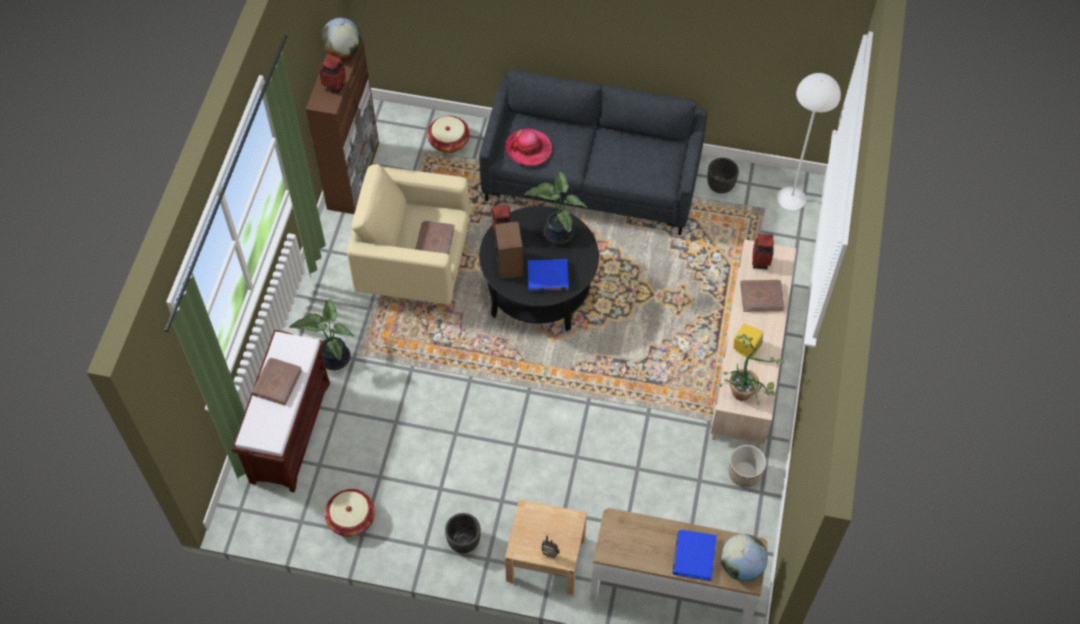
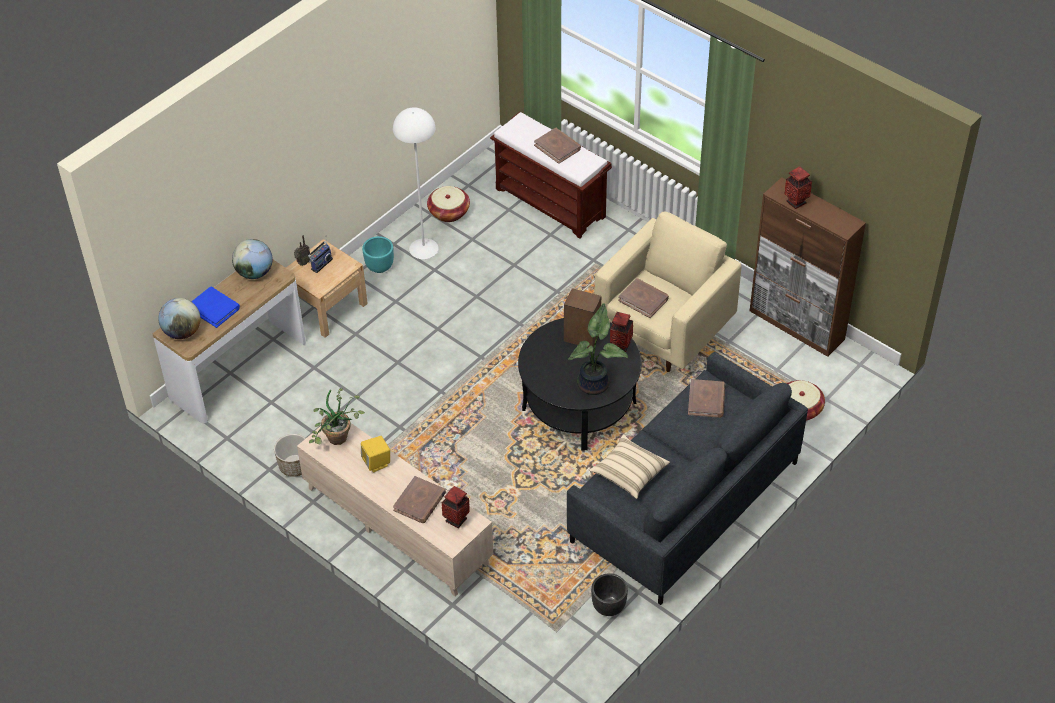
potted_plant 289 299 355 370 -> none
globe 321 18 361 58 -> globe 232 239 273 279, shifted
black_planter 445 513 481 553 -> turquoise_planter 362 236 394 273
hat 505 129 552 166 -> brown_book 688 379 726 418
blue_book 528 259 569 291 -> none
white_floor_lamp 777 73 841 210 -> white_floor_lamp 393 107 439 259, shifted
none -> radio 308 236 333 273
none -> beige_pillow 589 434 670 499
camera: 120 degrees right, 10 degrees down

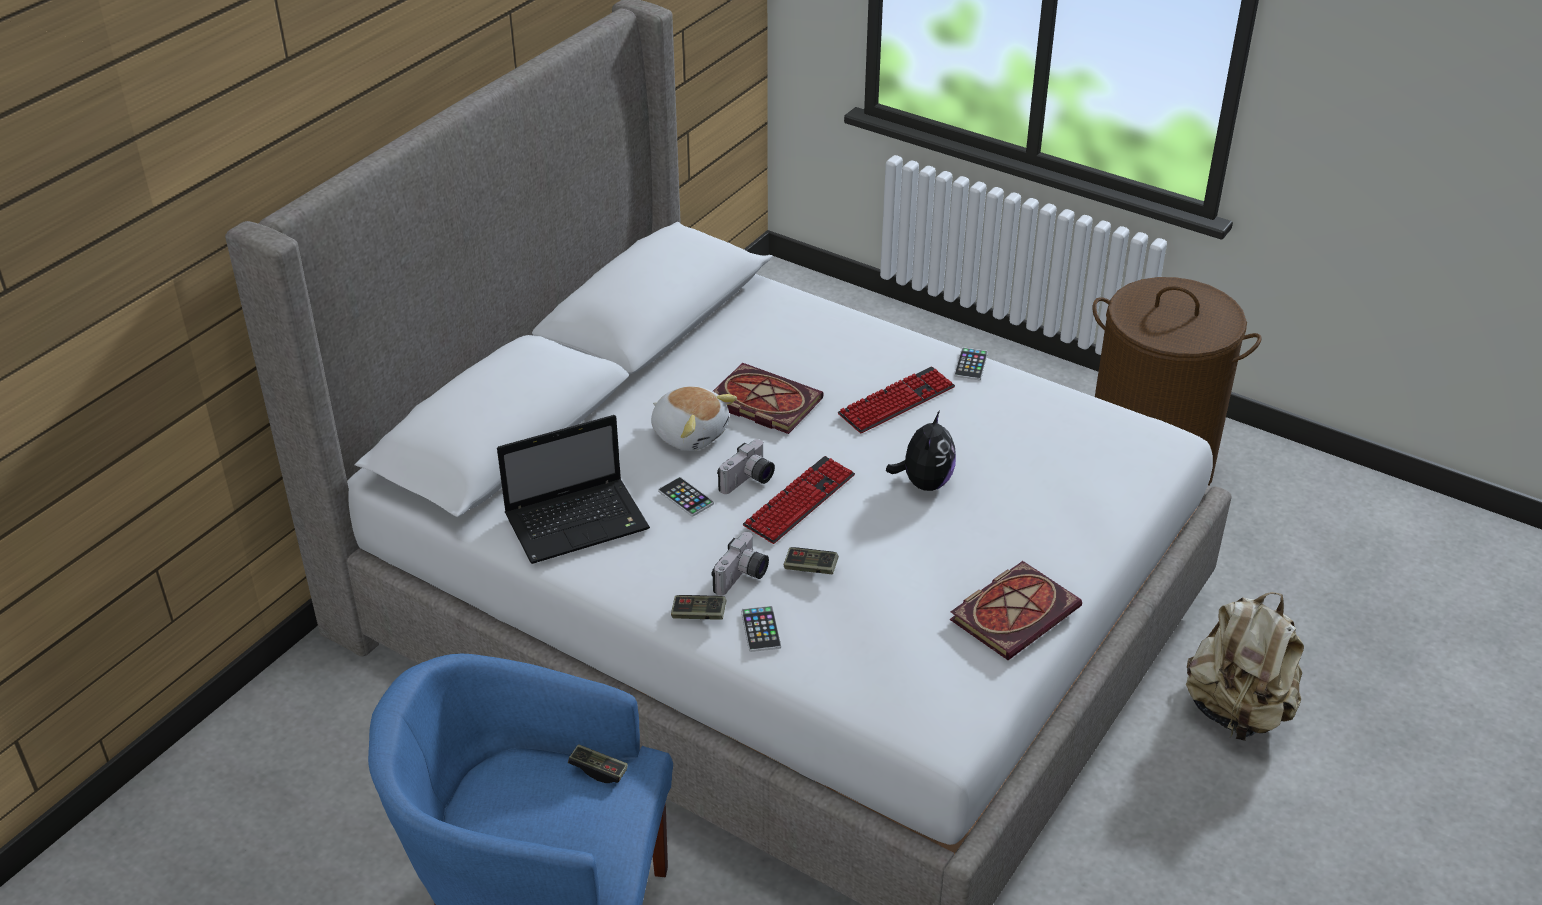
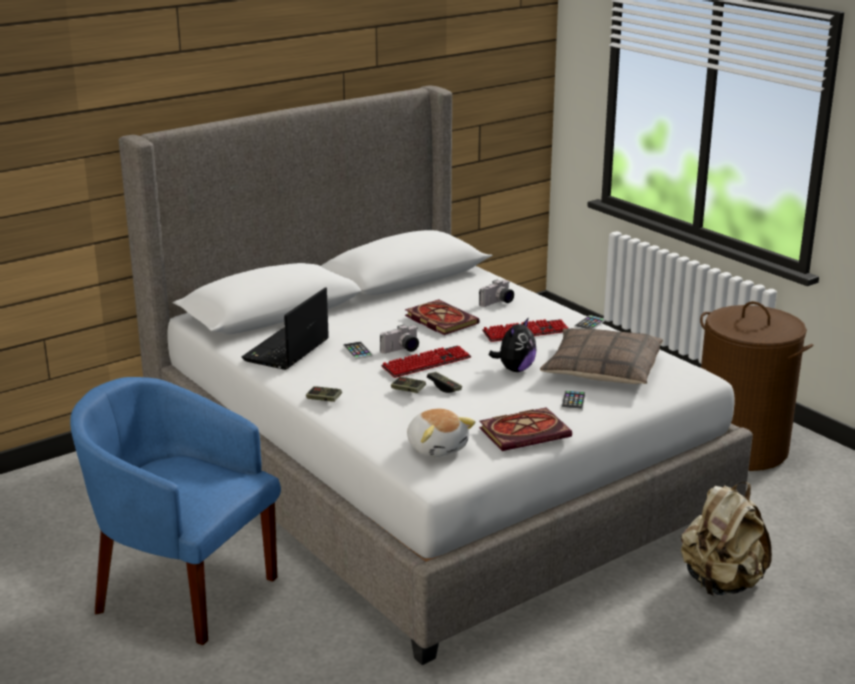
laptop 497 415 650 564 -> laptop 241 287 329 370, 120 degrees clockwise
game_controller 568 744 628 783 -> game_controller 427 372 462 393, shifted
plush_toy 651 386 737 451 -> plush_toy 407 408 475 457, shifted
photo_camera 711 532 769 596 -> photo_camera 479 280 514 307, shifted
phone 741 606 781 652 -> phone 561 390 586 411, shifted
none -> pillow 540 328 663 384
camera: 20 degrees right, 15 degrees down

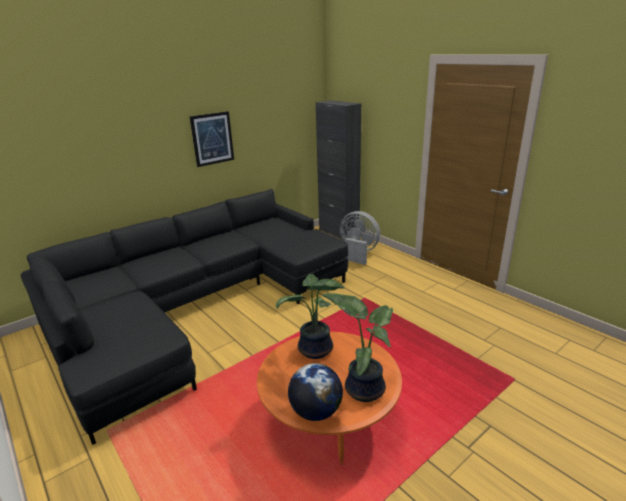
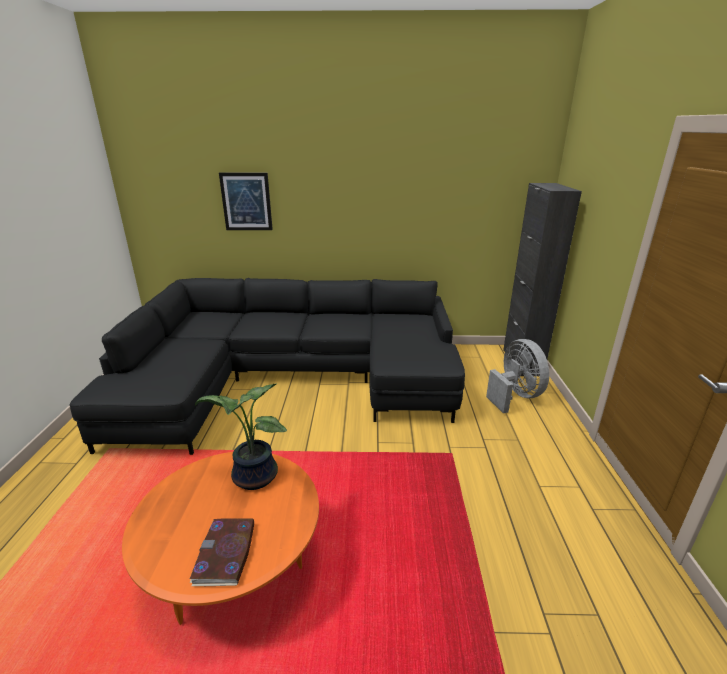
picture 189 111 234 167 -> picture 219 172 273 230, shifted
globe 288 363 343 421 -> none
potted_plant 322 293 393 402 -> book 190 518 254 586
camera: 40 degrees right, 0 degrees up

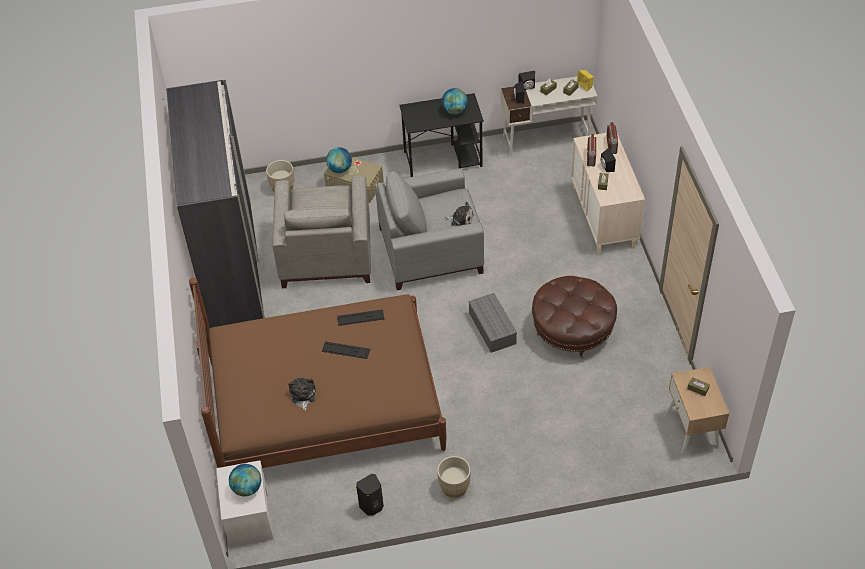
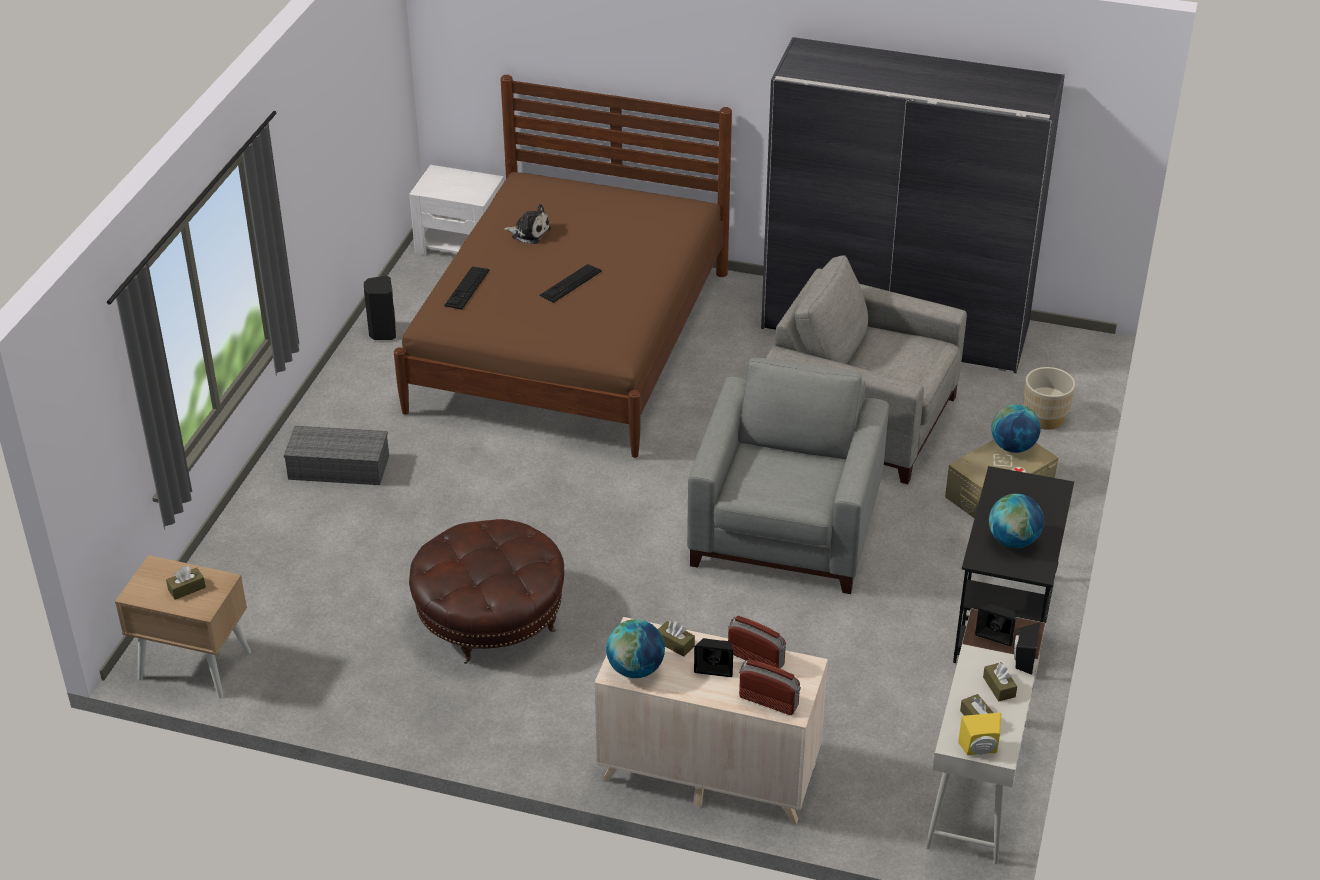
globe 229 464 261 497 -> globe 606 619 665 678, shifted
keyboard 337 309 384 326 -> keyboard 444 267 490 310, shifted
beige_planter 437 456 470 498 -> none
plush_toy 444 202 474 226 -> none
grey_storage_box 468 293 517 353 -> grey_storage_box 284 426 389 485, shifted
camera: 115 degrees right, 10 degrees down

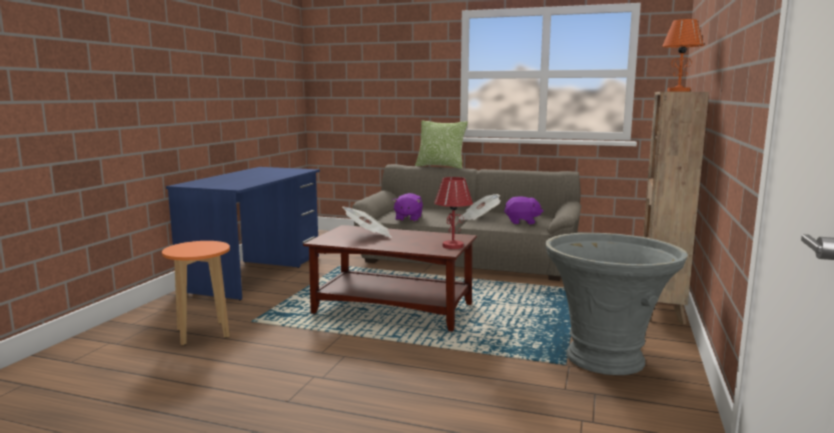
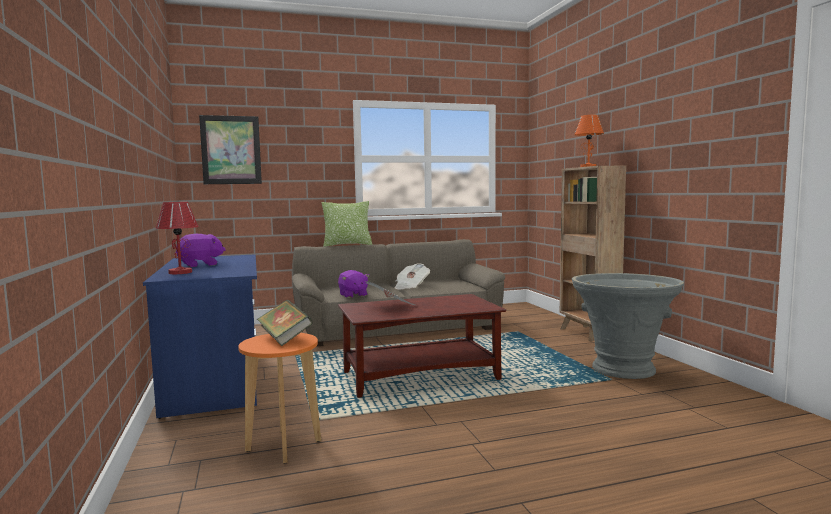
red_table_lamp 434 177 473 249 -> red_table_lamp 156 202 199 274, shifted
purple_plush_toy 504 196 543 224 -> purple_plush_toy 176 234 226 267, shifted
none -> picture 199 115 262 184
none -> book 257 300 313 346
camera: 35 degrees left, 5 degrees down

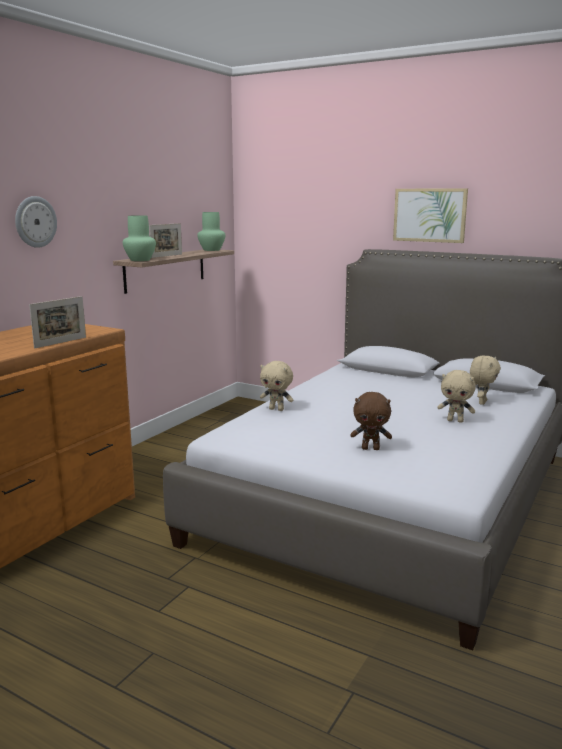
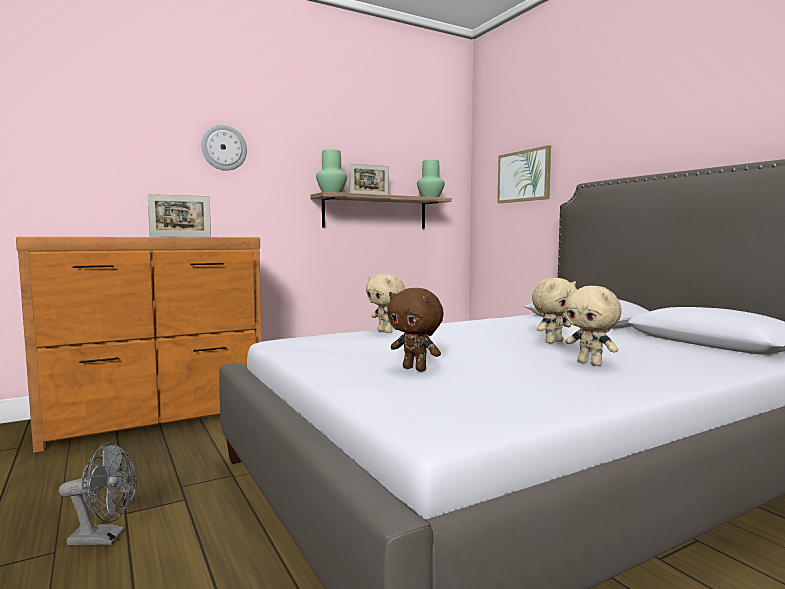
picture 393 189 468 243 -> picture 497 145 551 203, shifted
beige_plush_toy 470 355 501 405 -> beige_plush_toy 532 278 577 343, shifted
none -> grey_fan 59 442 137 545
camera: 30 degrees right, 10 degrees down

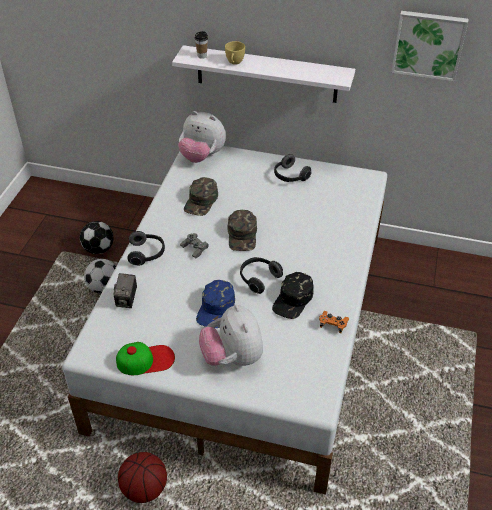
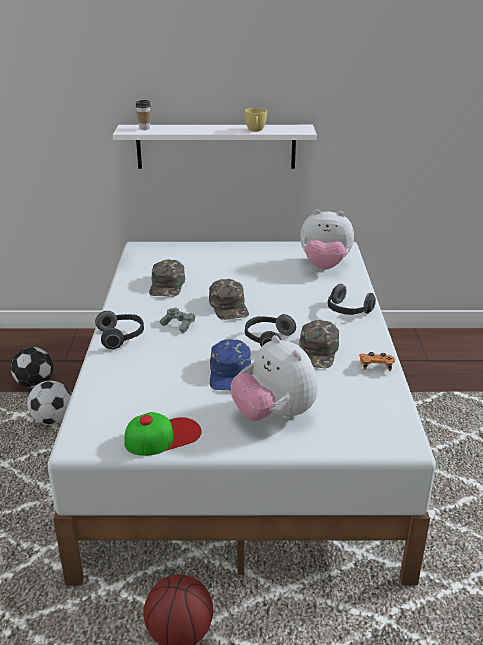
photo_camera 113 273 137 308 -> none
plush_toy 178 111 226 163 -> plush_toy 300 210 354 270, shifted
yellow_cup 225 41 245 65 -> yellow_cup 244 108 267 131, shifted
black_cap 272 272 314 319 -> green_cap 299 320 339 368
headphones 274 154 311 182 -> headphones 328 284 376 315, shifted
picture 391 11 468 81 -> none
camera: 15 degrees left, 15 degrees down

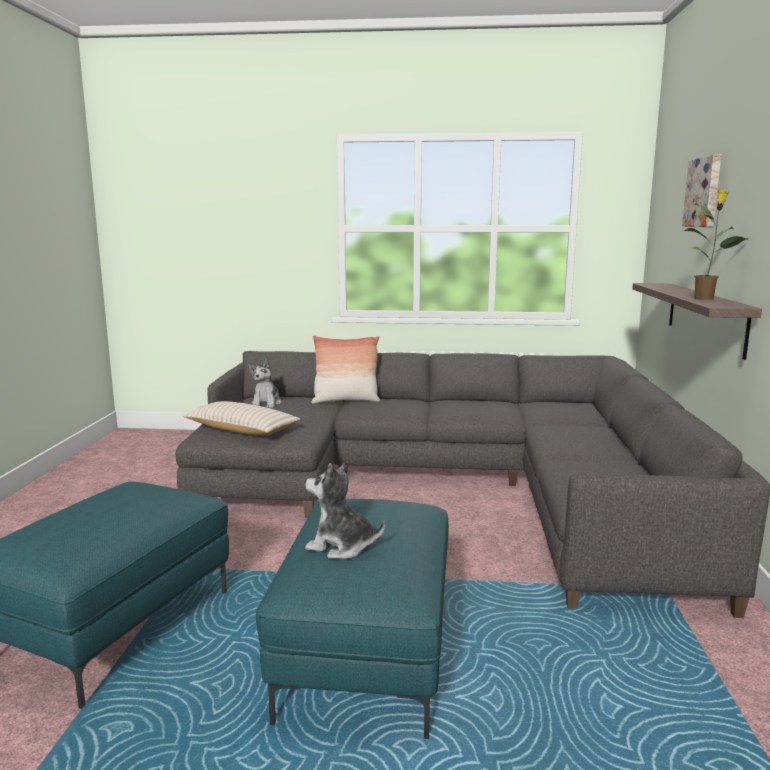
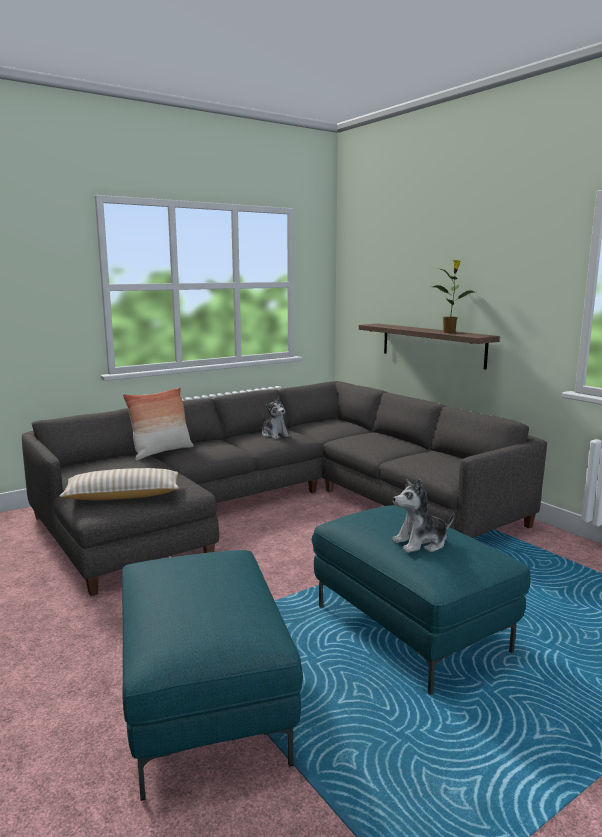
plush_toy 248 359 281 408 -> plush_toy 262 396 290 439, shifted
picture 682 154 721 227 -> none
camera: 40 degrees left, 0 degrees up

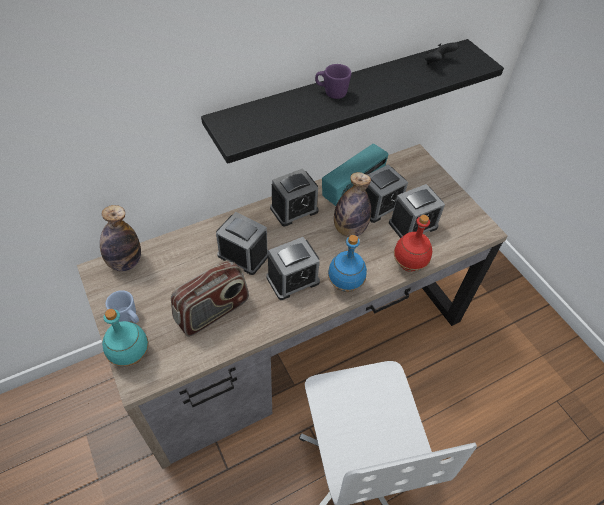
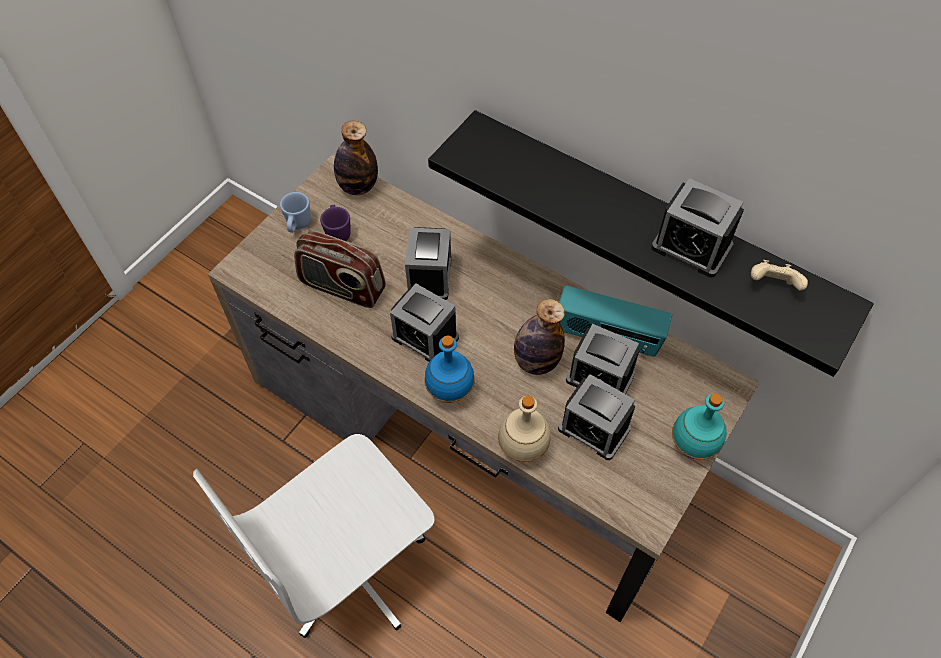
turquoise_bottle 102 309 149 367 -> turquoise_bottle 672 393 727 460, shifted
alarm_clock 270 168 318 227 -> alarm_clock 651 178 744 278, shifted
purple_mug 315 64 351 99 -> purple_mug 320 205 351 241, shifted
red_bottle 394 215 432 272 -> beige_bottle 498 396 551 462
black_game_controller 425 42 459 64 -> beige_game_controller 751 260 808 290
camera: 65 degrees right, 5 degrees up

